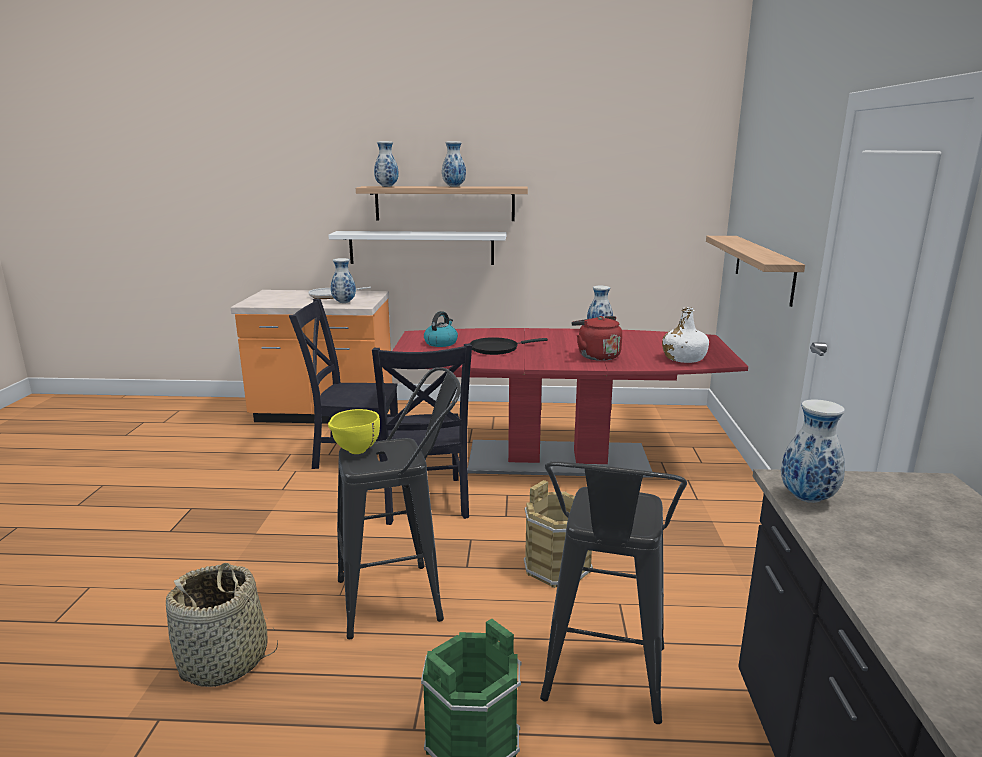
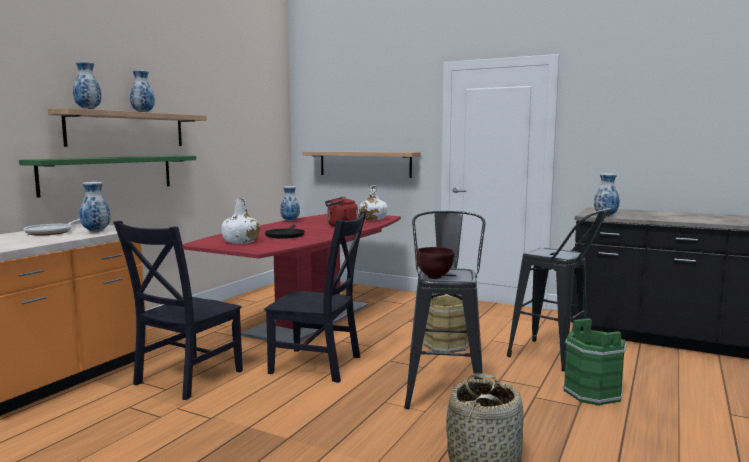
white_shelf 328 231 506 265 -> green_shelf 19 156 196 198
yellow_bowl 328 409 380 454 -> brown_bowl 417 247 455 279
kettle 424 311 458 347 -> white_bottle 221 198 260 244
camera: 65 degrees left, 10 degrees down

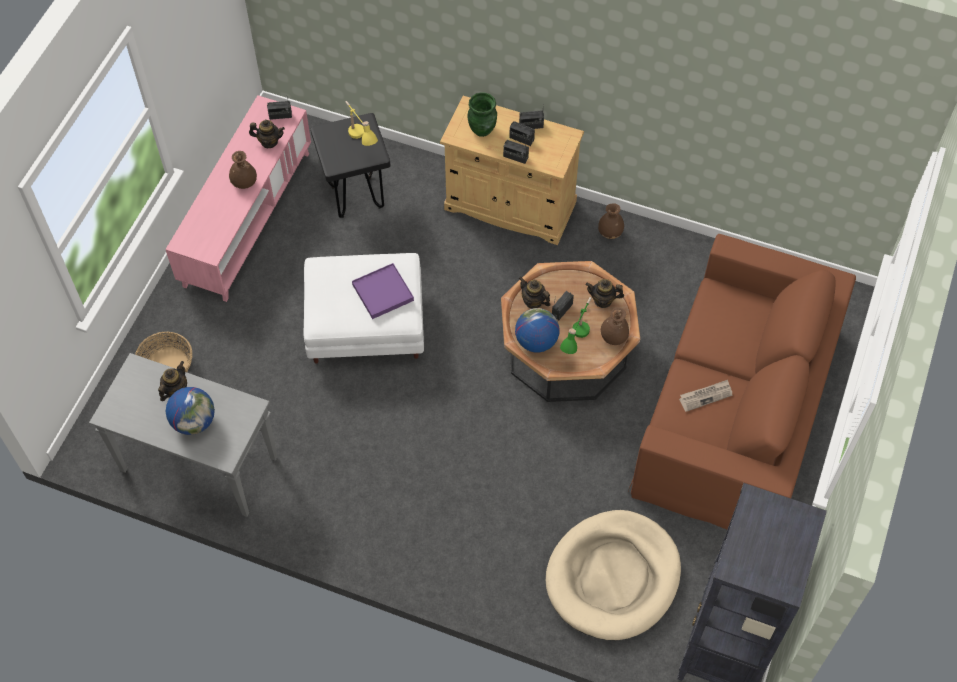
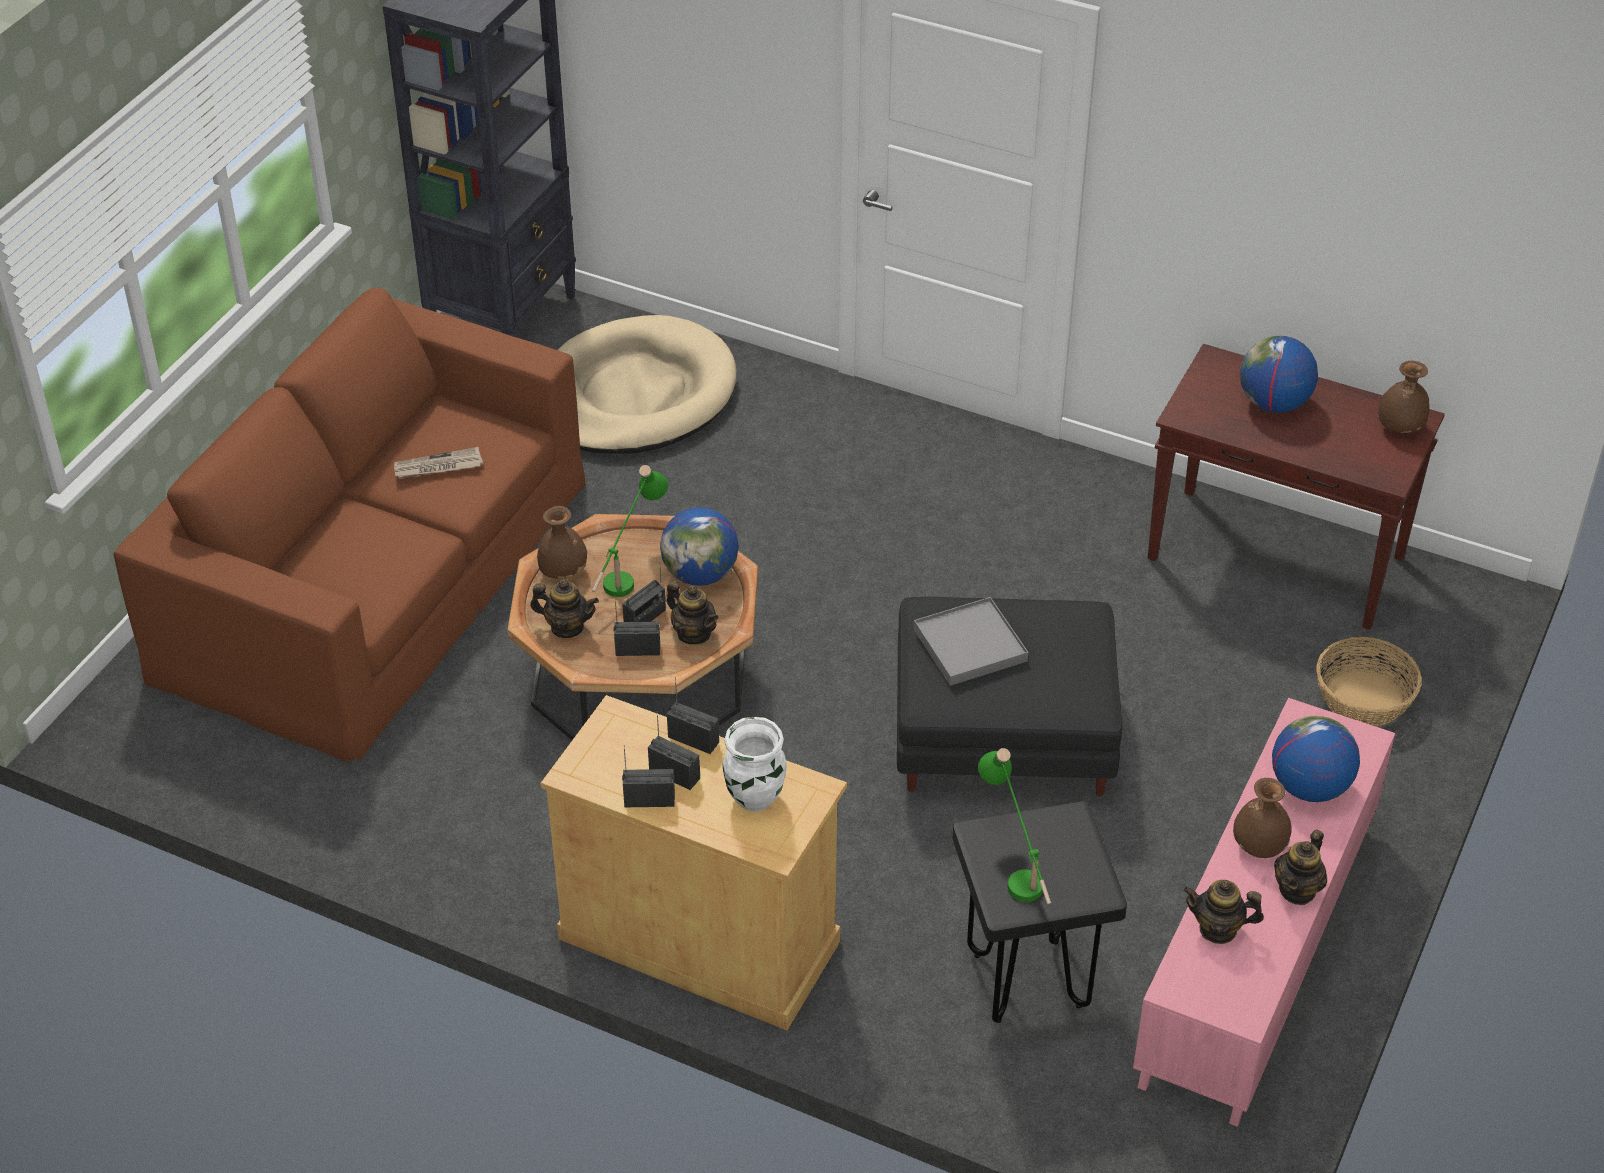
grey_console_table 89 353 277 517 -> brown_console_table 1148 344 1445 630
teapot 158 361 187 401 -> teapot 1274 830 1327 905, shifted
radio 267 98 292 120 -> radio 614 598 660 656, shifted
white_ottoman 303 253 424 363 -> black_ottoman 897 597 1122 796
yellow_table_lamp 345 101 378 146 -> green_table_lamp 978 748 1051 905
purple_tray 352 263 414 319 -> grey_tray 914 597 1028 686
green_vase 467 92 497 137 -> white_vase 723 716 786 811
brown_vase 598 203 624 239 -> brown_vase 1379 360 1429 433, shifted
none -> globe 1272 716 1360 802
camera: 175 degrees left, 15 degrees down

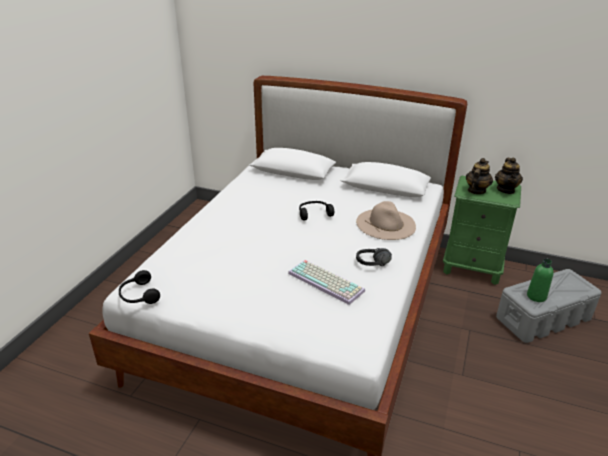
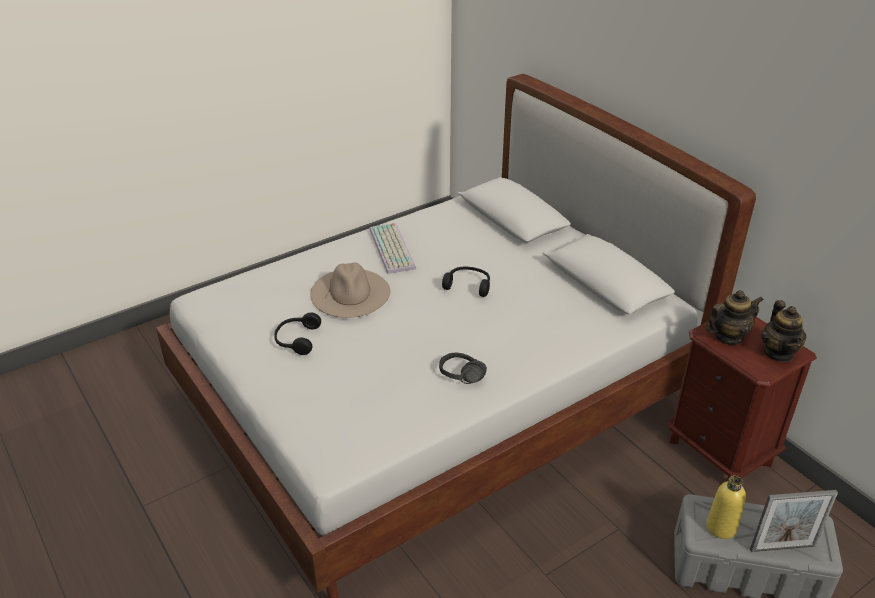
black_headphones 119 270 160 304 -> black_headphones 274 313 321 355, shifted
keyboard 288 260 365 305 -> keyboard 370 223 416 274, shifted
beige_hat 356 201 416 240 -> beige_hat 310 263 390 318, shifted
green_nightstand 443 176 521 285 -> brown_nightstand 669 317 817 481
teapot 495 157 523 194 -> teapot 761 300 807 362, 45 degrees counterclockwise
green_bottle 527 259 554 302 -> yellow_bottle 706 475 746 539
none -> picture_frame 750 490 838 552
camera: 35 degrees right, 5 degrees up

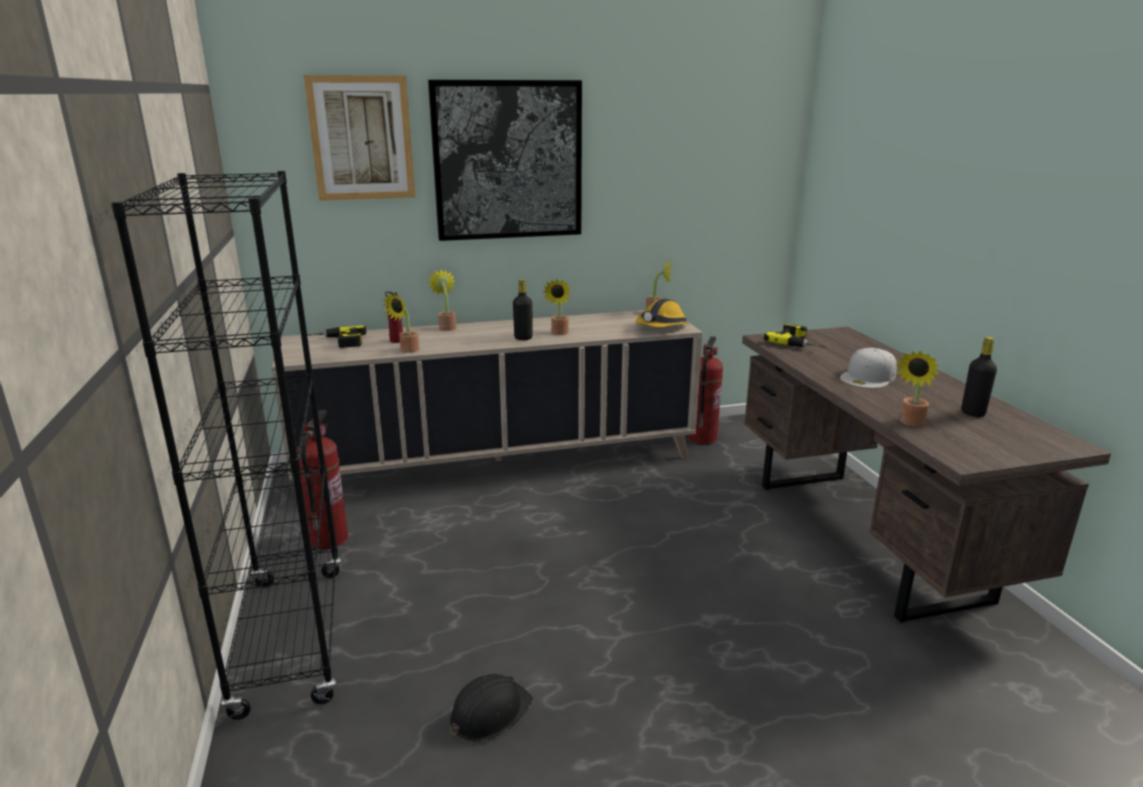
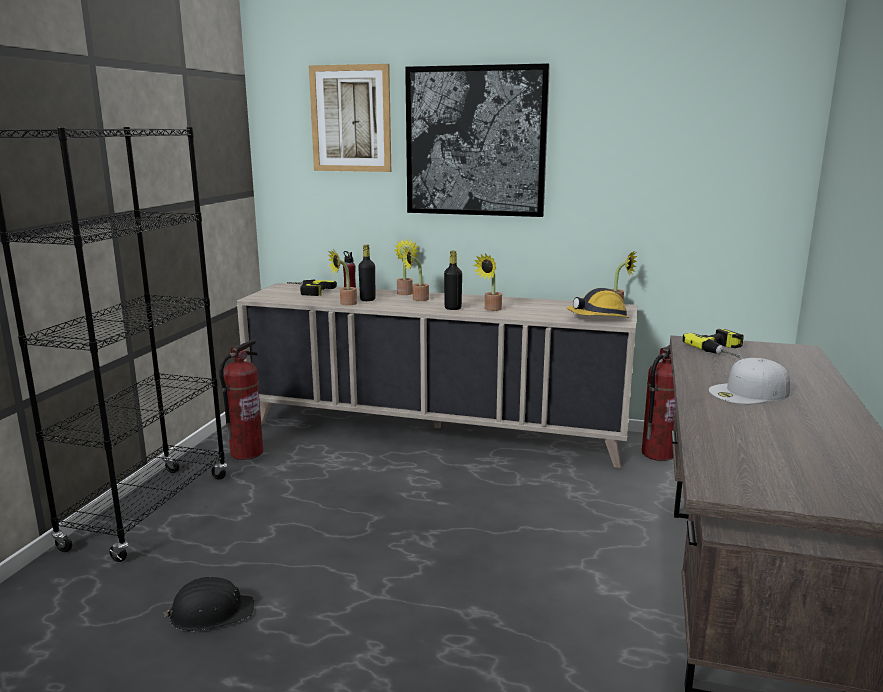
potted_plant 896 351 939 427 -> potted_plant 402 247 429 301, shifted
black_bottle 961 337 997 417 -> black_bottle 358 245 376 301, shifted
camera: 30 degrees right, 5 degrees down

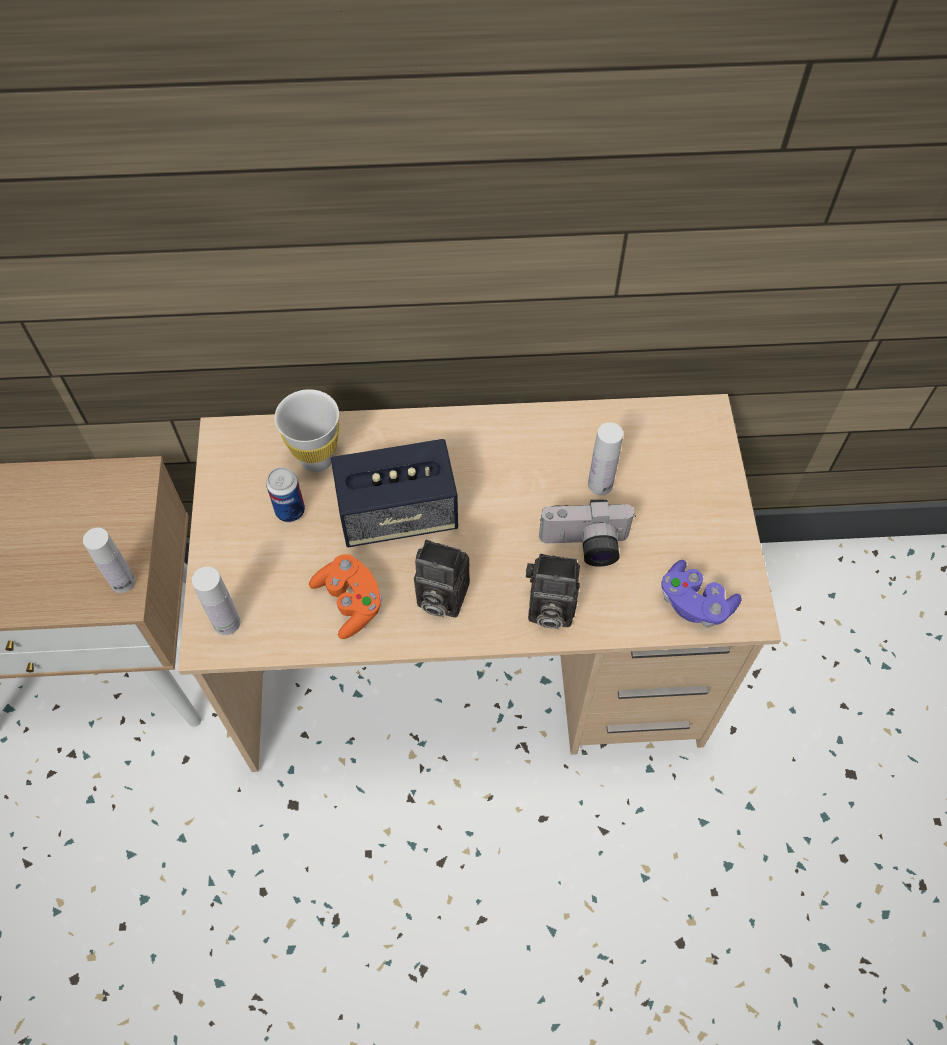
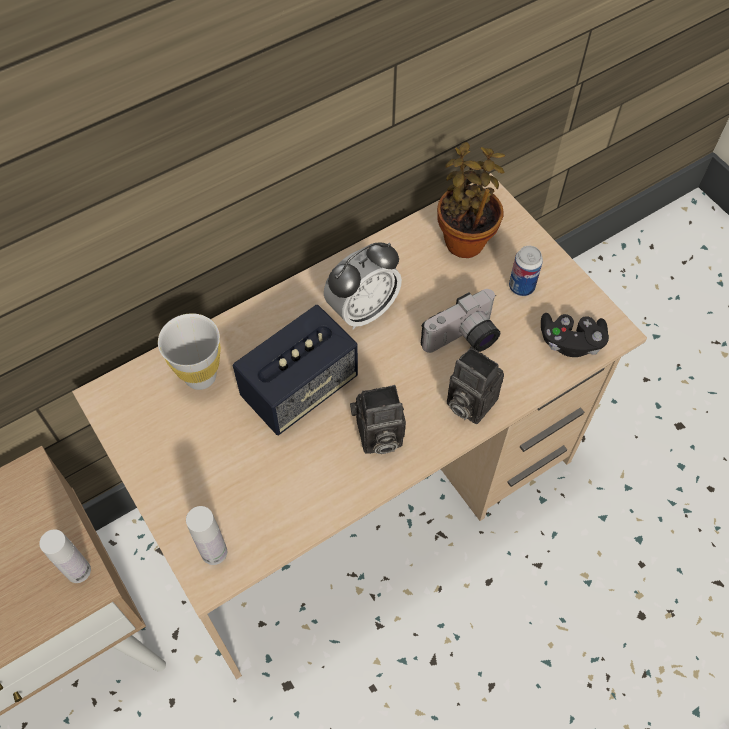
can 266 467 305 522 -> can 509 246 543 296, shifted
orange_game_controller 309 554 382 639 -> none
photo_camera 526 554 580 629 -> photo_camera 447 346 504 424, 60 degrees clockwise
white_bottle 588 422 623 495 -> none
purple_game_controller 661 560 742 628 -> black_game_controller 541 313 609 357
none -> alarm_clock 324 243 402 330
none -> potted_plant 437 142 505 258
camera: 30 degrees left, 0 degrees up

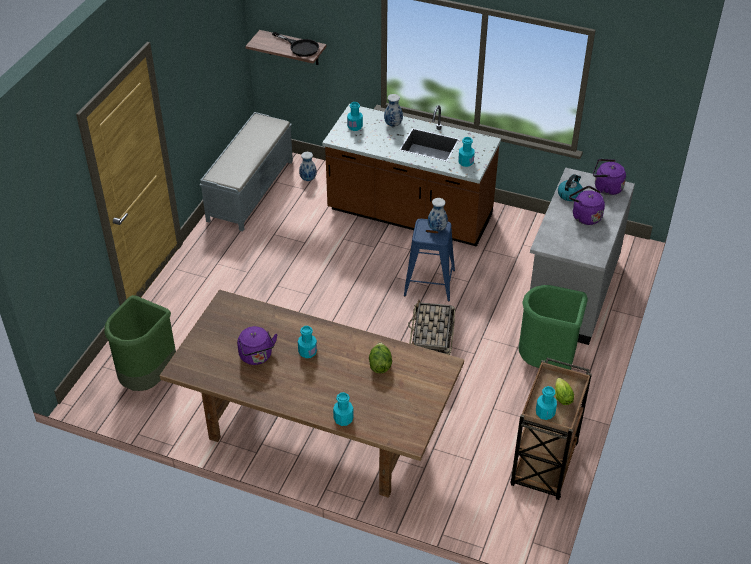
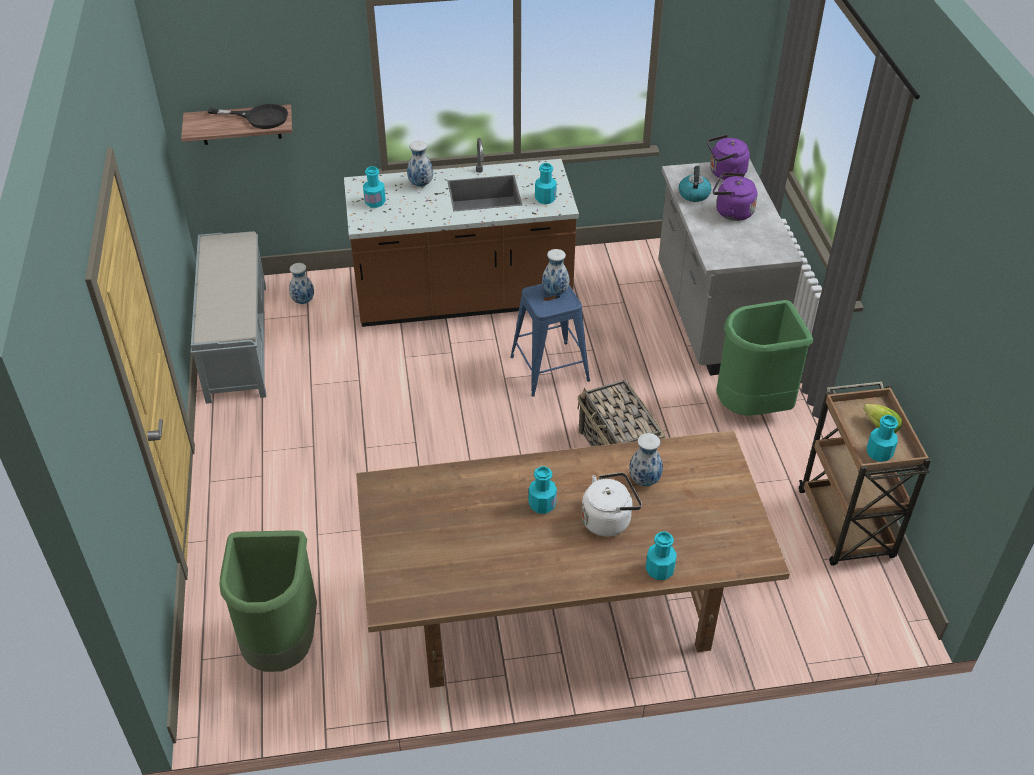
purple_kettle 237 326 278 365 -> none
lettuce 369 342 392 373 -> vase 629 433 663 486
none -> white_kettle 581 472 642 537
camera: 30 degrees left, 0 degrees up

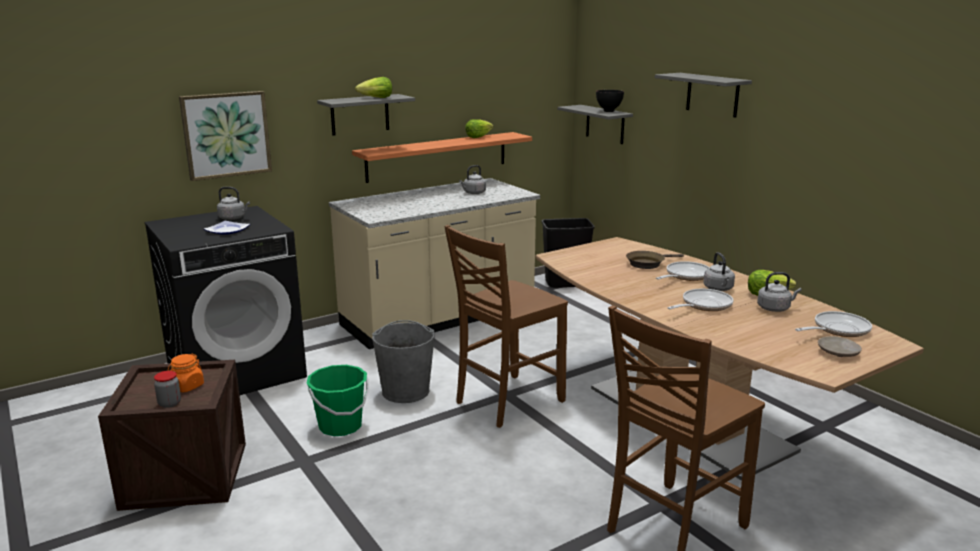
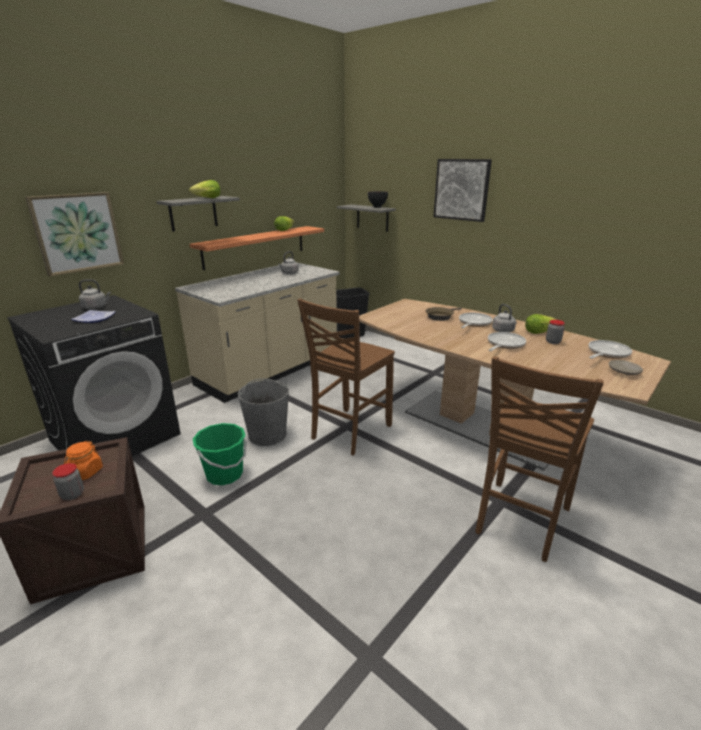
grey_shelf 655 73 752 118 -> picture 433 159 492 222
grey_kettle 757 272 801 312 -> jar 546 320 565 344
camera: 15 degrees left, 5 degrees up

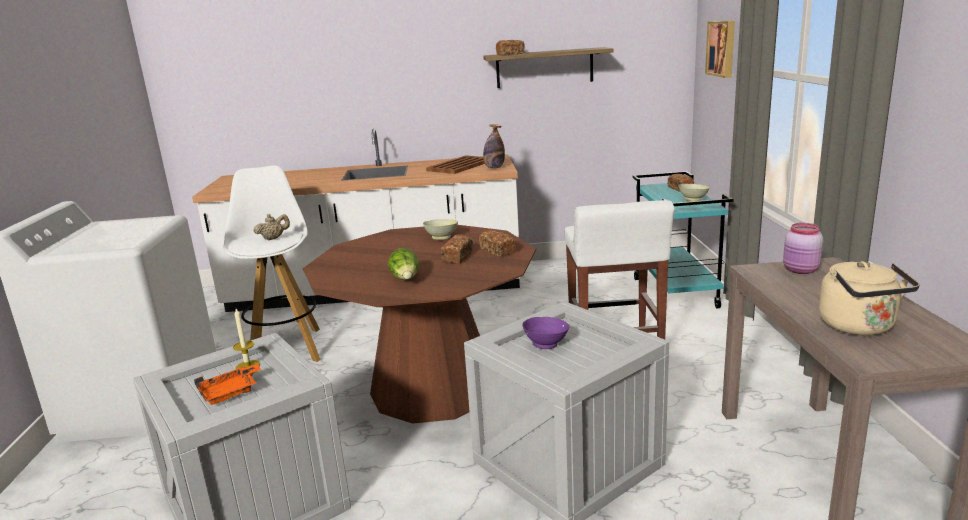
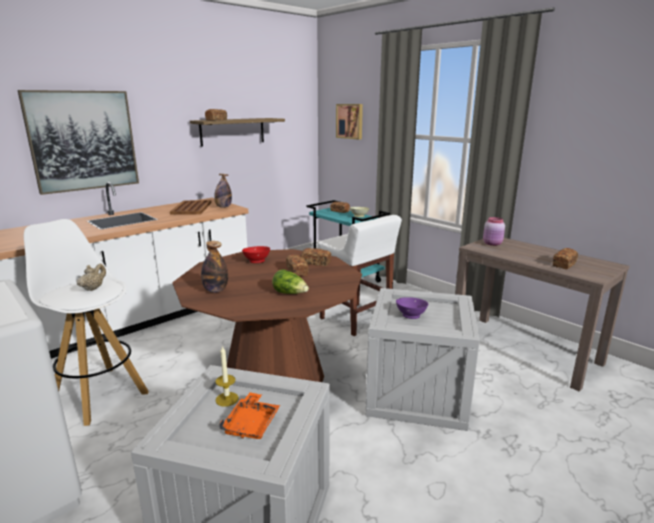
beige_bowl 423 219 458 240 -> red_bowl 242 246 270 263
beige_kettle 819 261 920 336 -> bread 553 248 578 270
none -> picture 18 90 139 195
none -> bottle 201 241 228 293
camera: 40 degrees left, 0 degrees up

